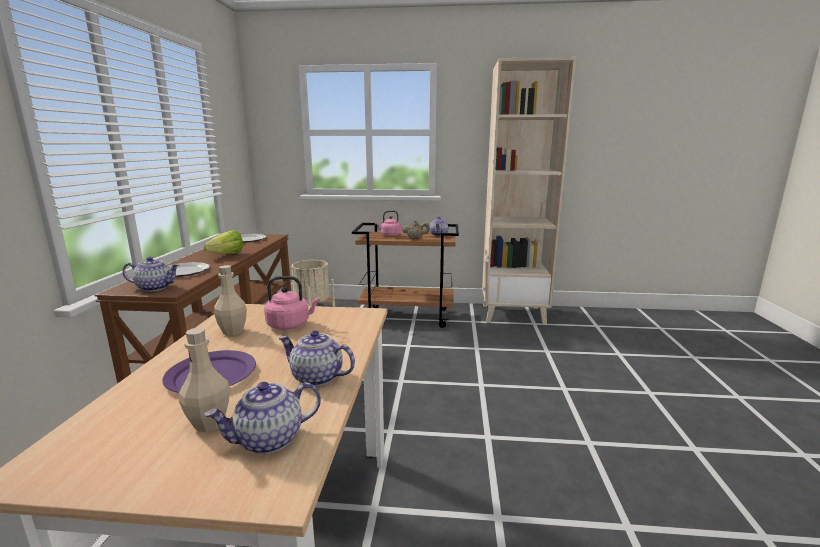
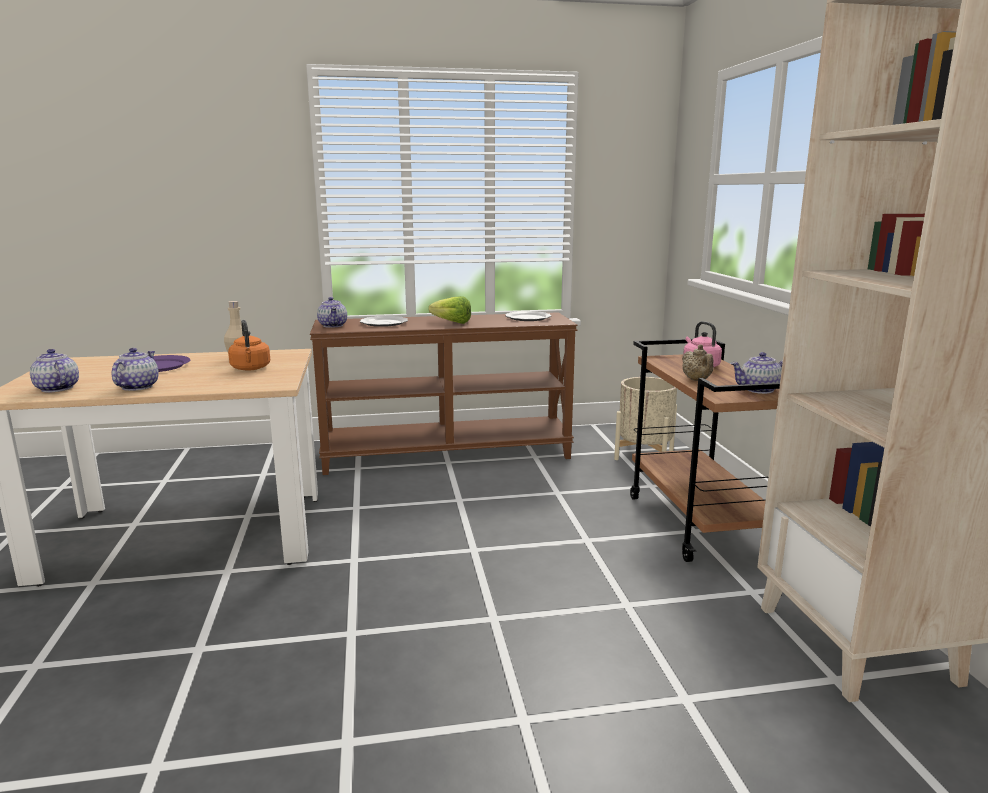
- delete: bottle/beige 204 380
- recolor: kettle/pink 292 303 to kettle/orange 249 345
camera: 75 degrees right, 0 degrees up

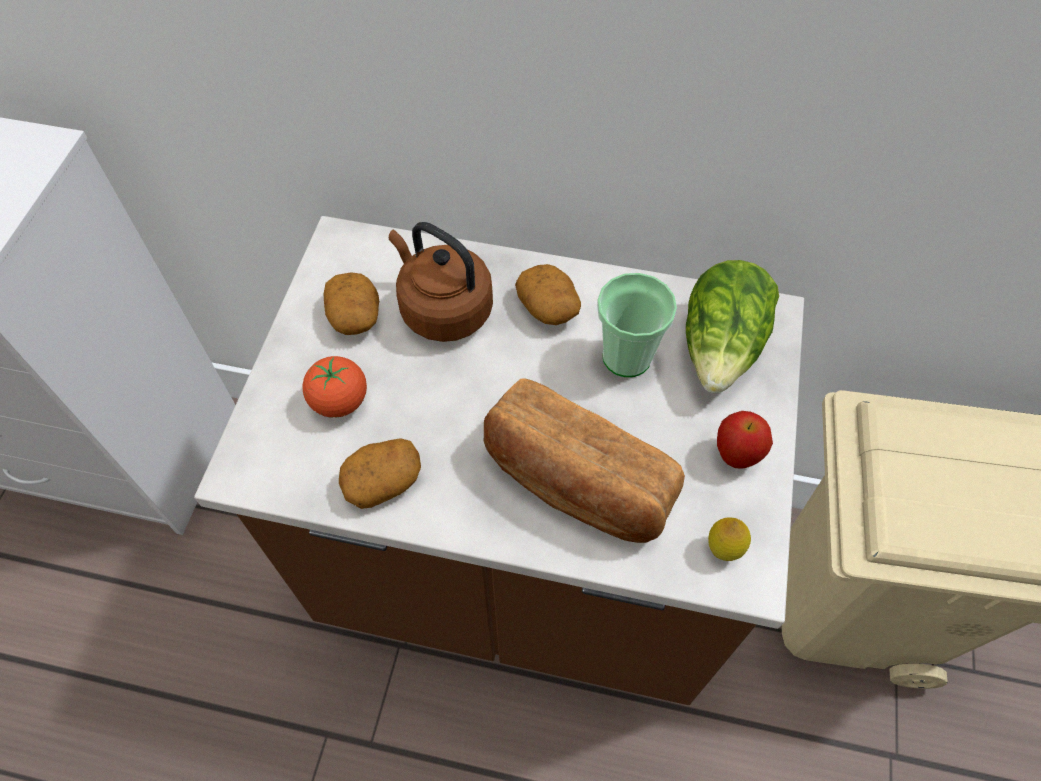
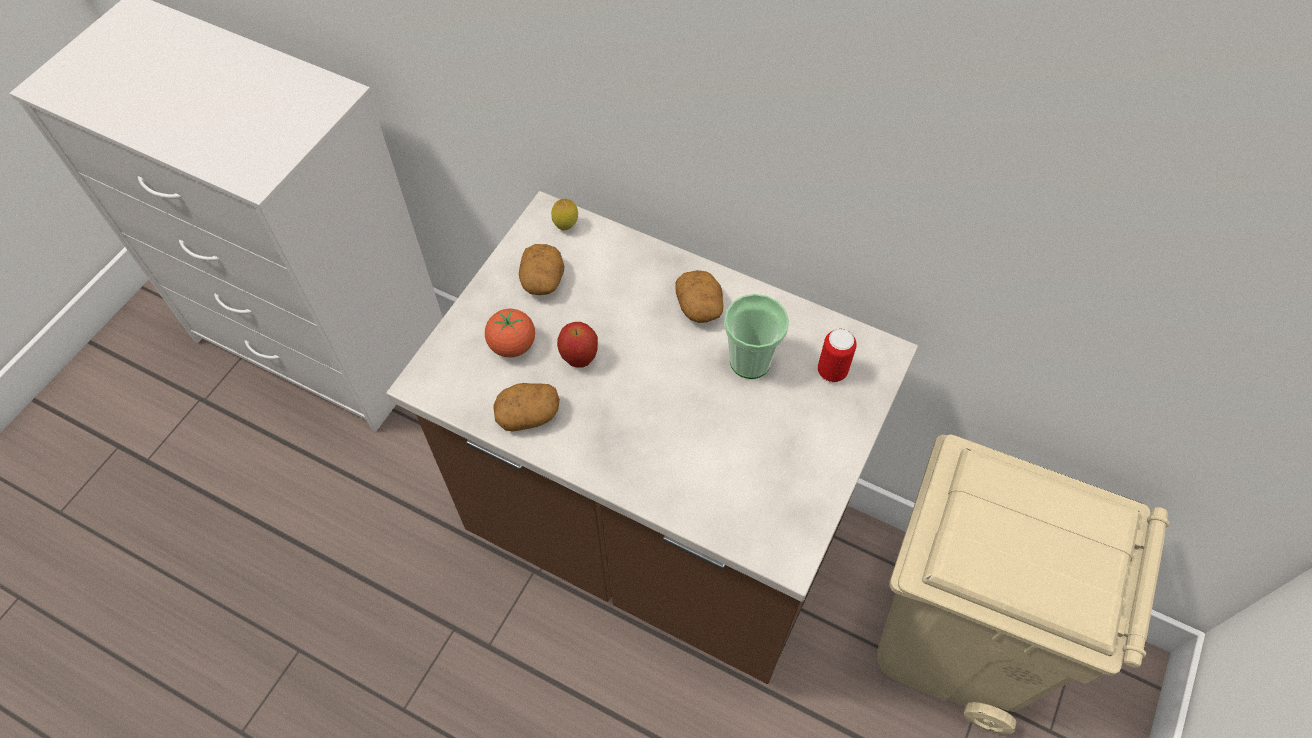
- delete: kettle/brown 441 282
- delete: bread 584 460
- replace: lettuce 732 327 to can 837 355
- move: lemon 729 539 to 564 214
- move: apple 745 440 to 577 345
camera: 15 degrees right, 0 degrees up

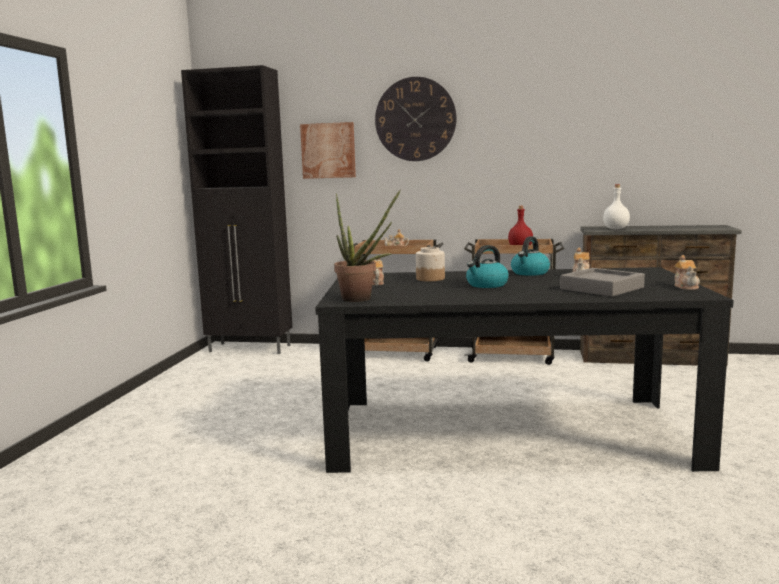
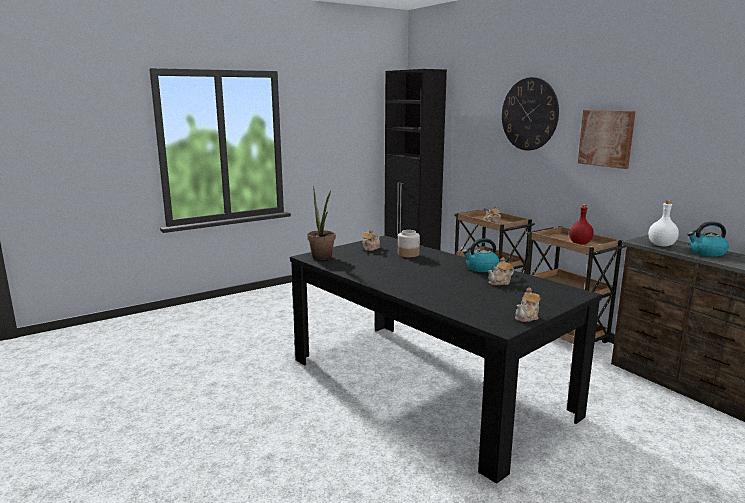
- move: picture 328 150 to 607 139
- move: kettle 487 266 to 708 239
- delete: tray/grey 602 282
camera: 45 degrees right, 5 degrees up

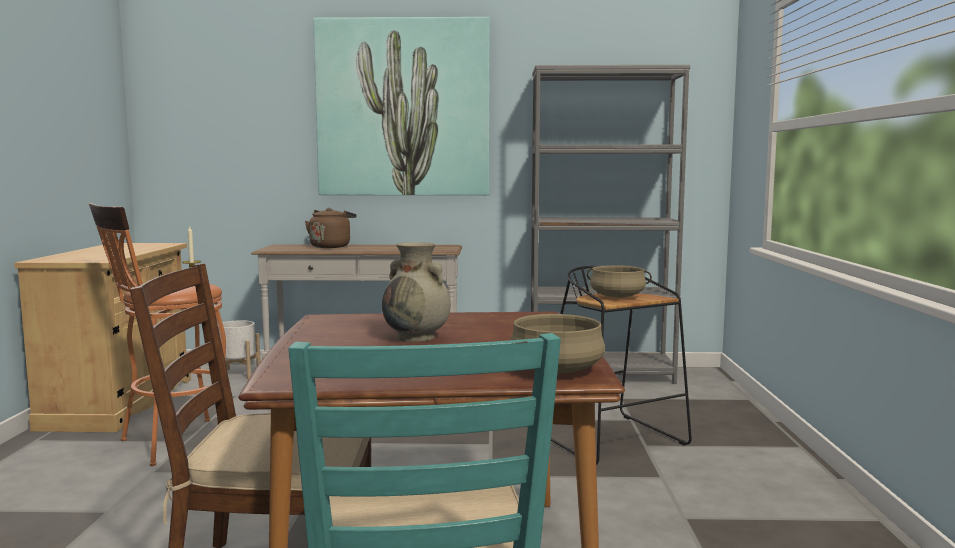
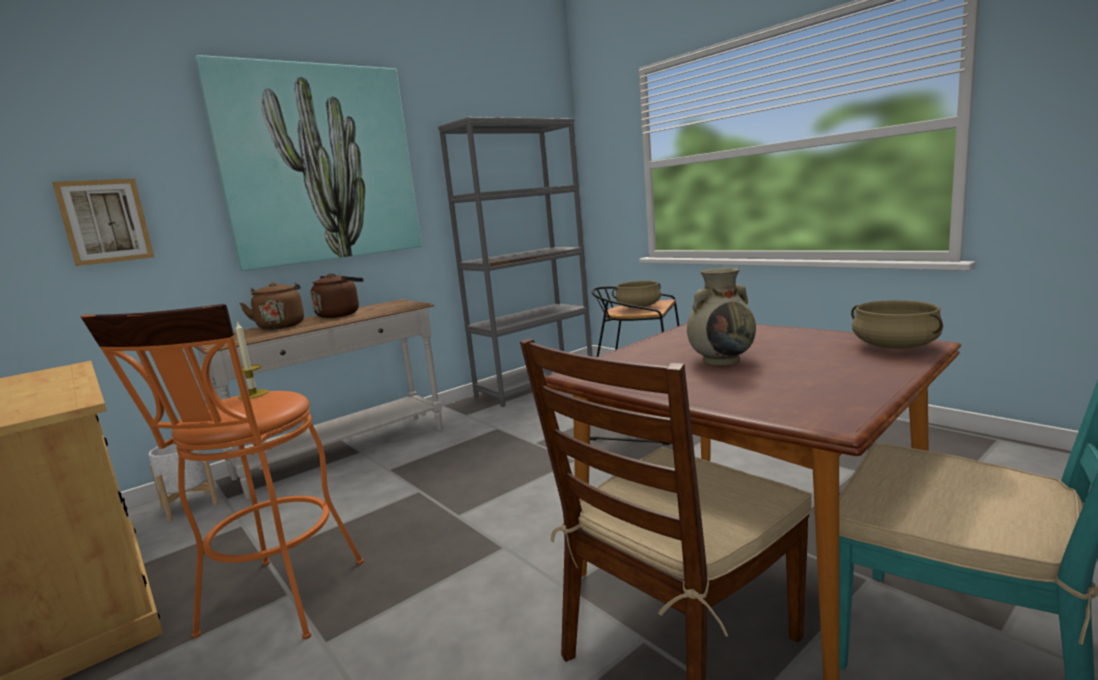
- insert: picture 103 222
- insert: kettle/brown 337 295
camera: 40 degrees left, 5 degrees up

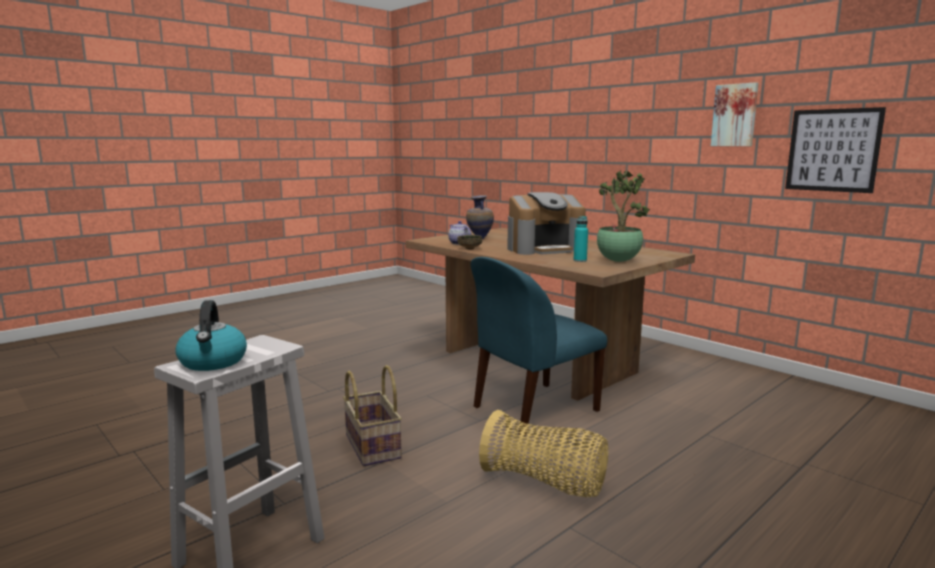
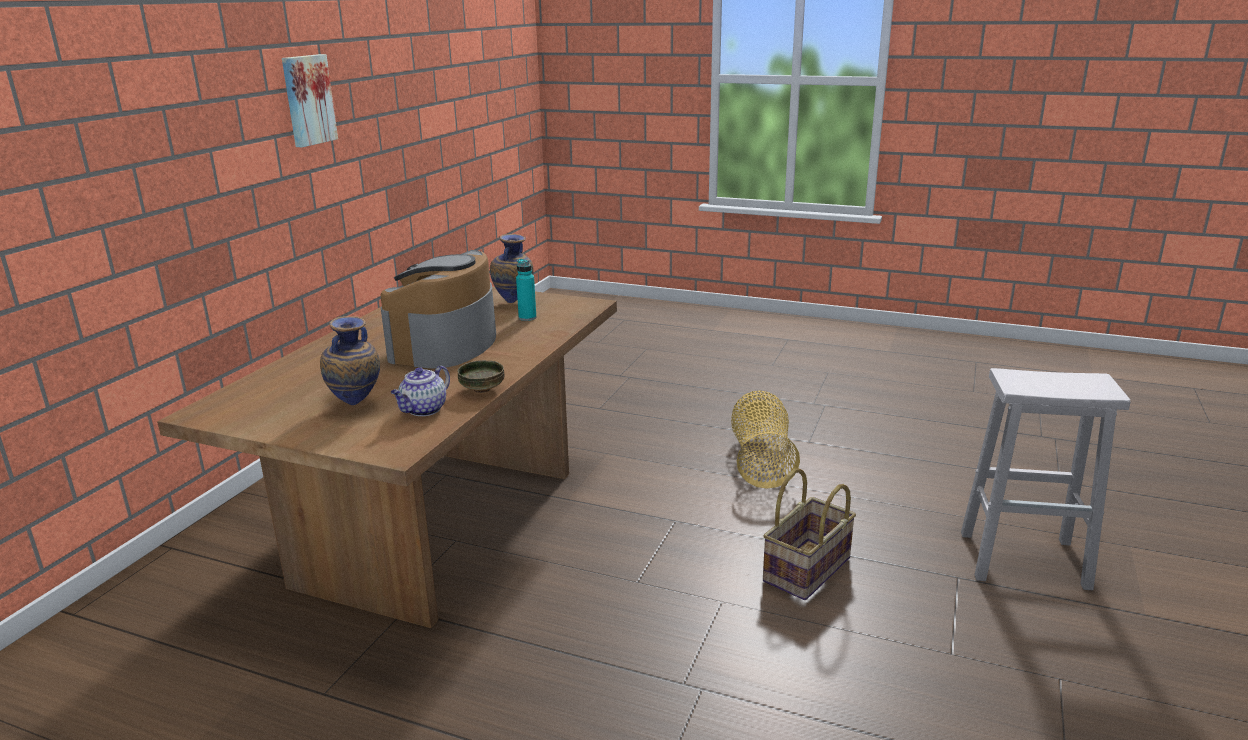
- delete: kettle 211 335
- delete: chair/blue 539 346
- rotate: coffee machine 546 223 = 438 309 120 degrees counterclockwise
- replace: potted plant 623 216 to vase 511 268
- delete: picture 835 150
camera: 115 degrees left, 10 degrees up

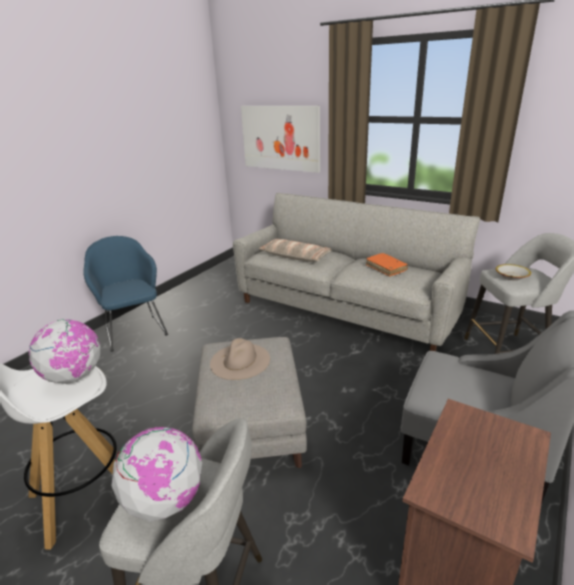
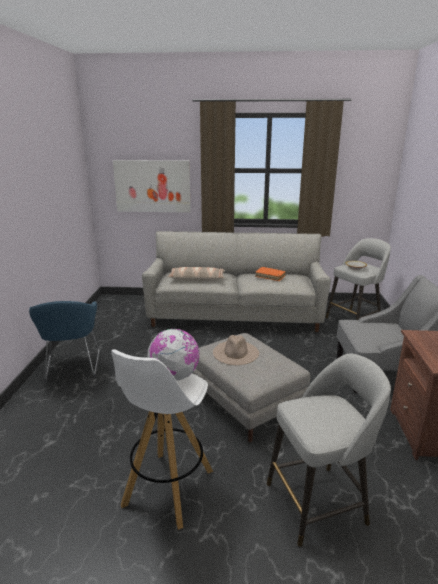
- rotate: armchair/blue 125 294 = 64 341 135 degrees counterclockwise
- delete: globe 157 474
camera: 30 degrees left, 5 degrees down

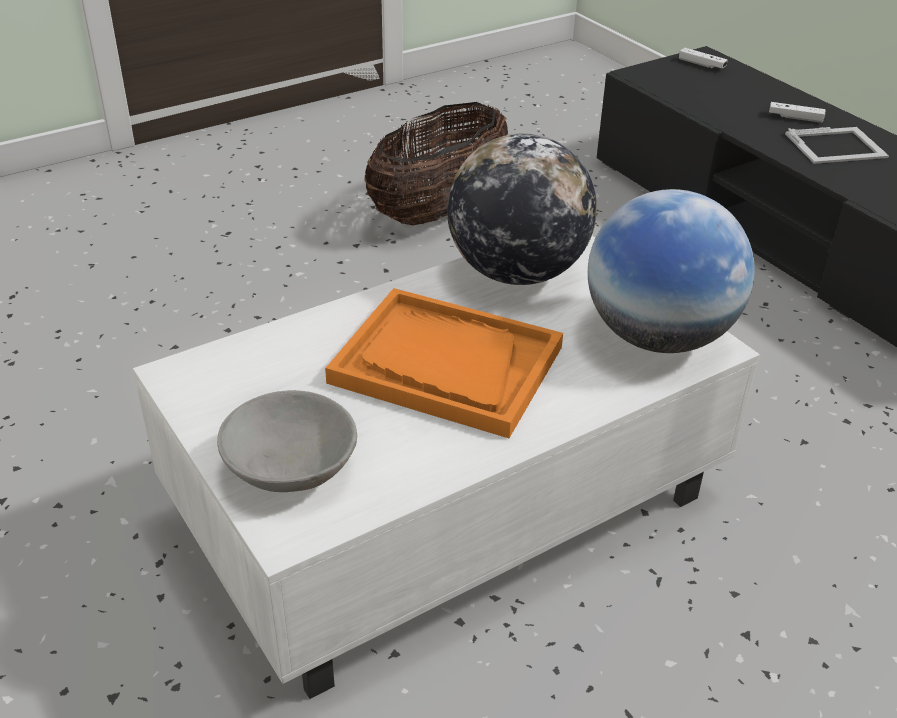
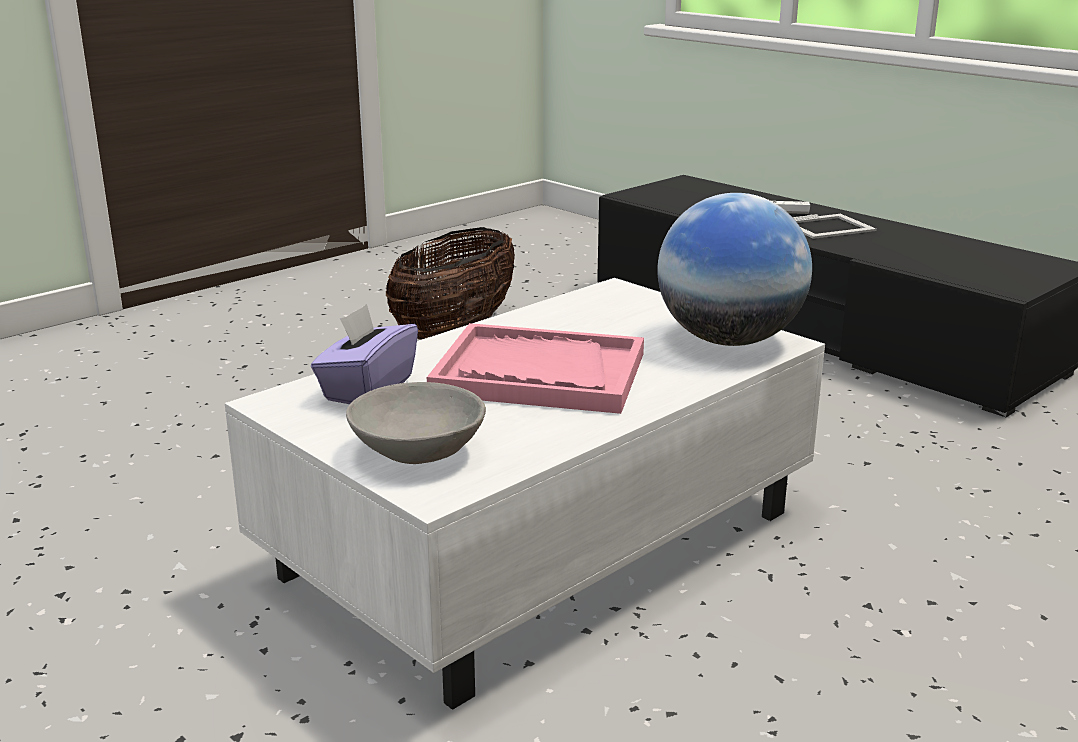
- recolor: tray/orange 444 363 to tray/pink 535 368
- delete: globe 522 209
- delete: game controller/white 703 58
- insert: tissue box/purple 364 354
camera: 10 degrees left, 15 degrees down

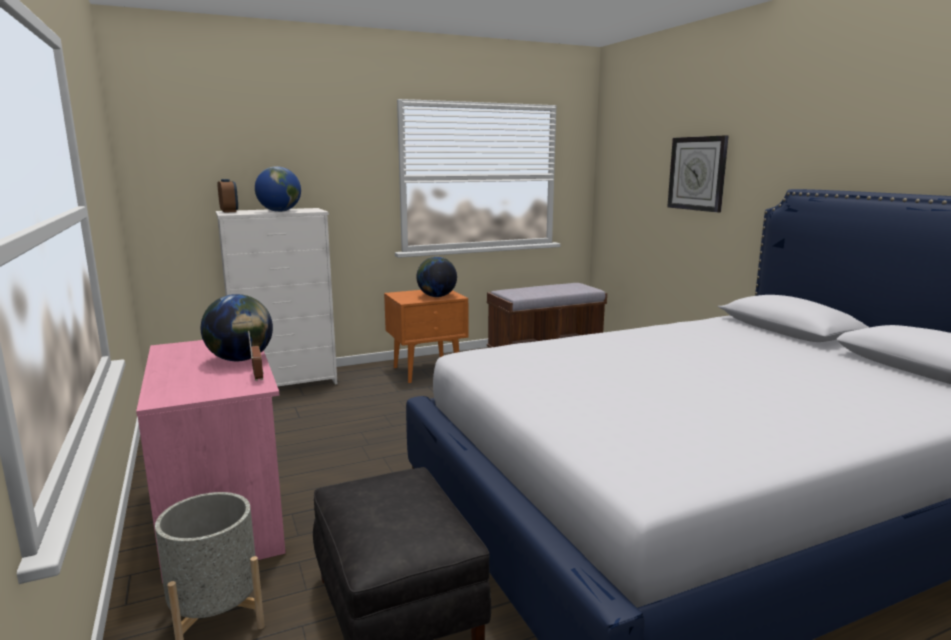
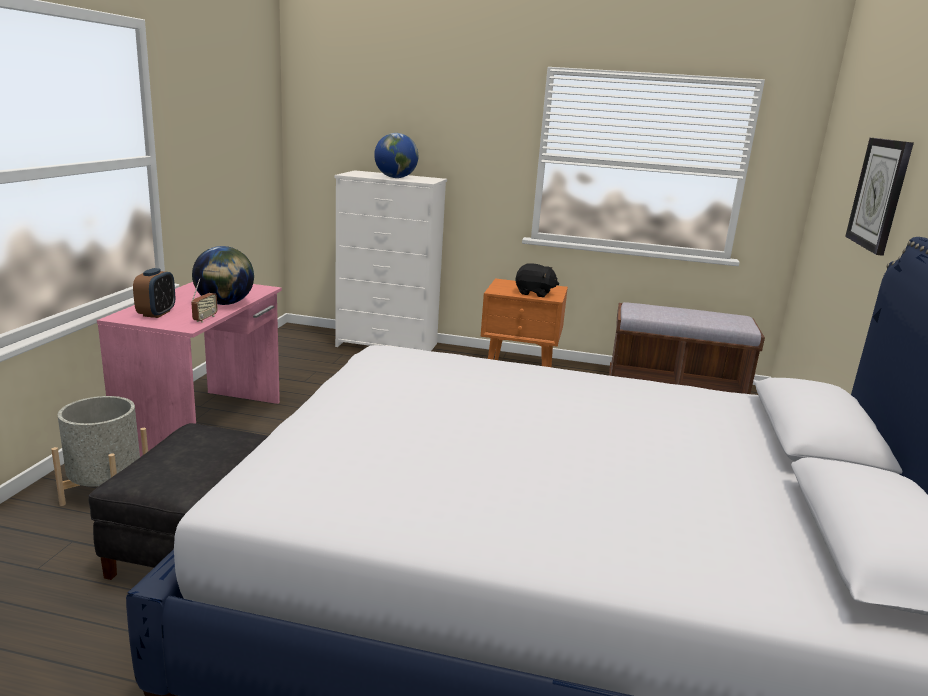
- move: alarm clock 228 196 to 154 293
- replace: globe 436 277 to plush toy/black 537 280
camera: 35 degrees right, 5 degrees up

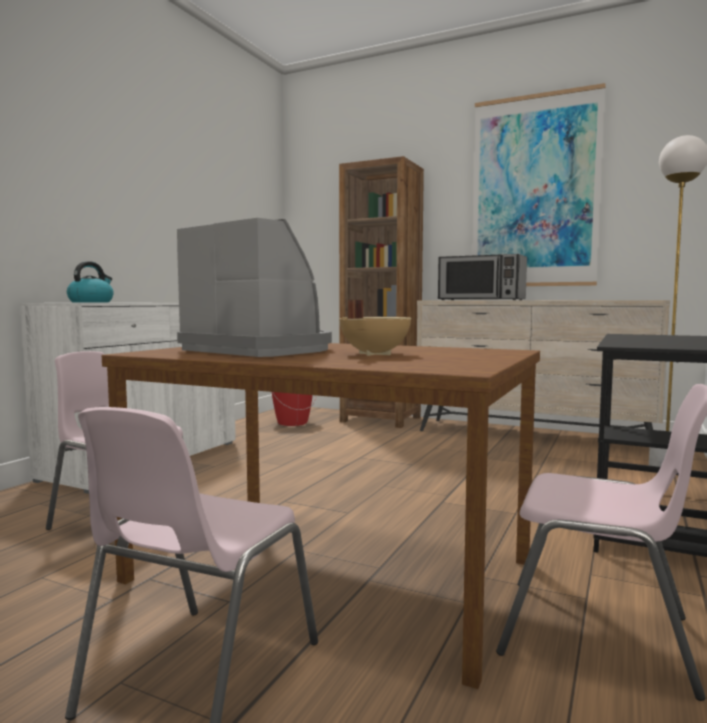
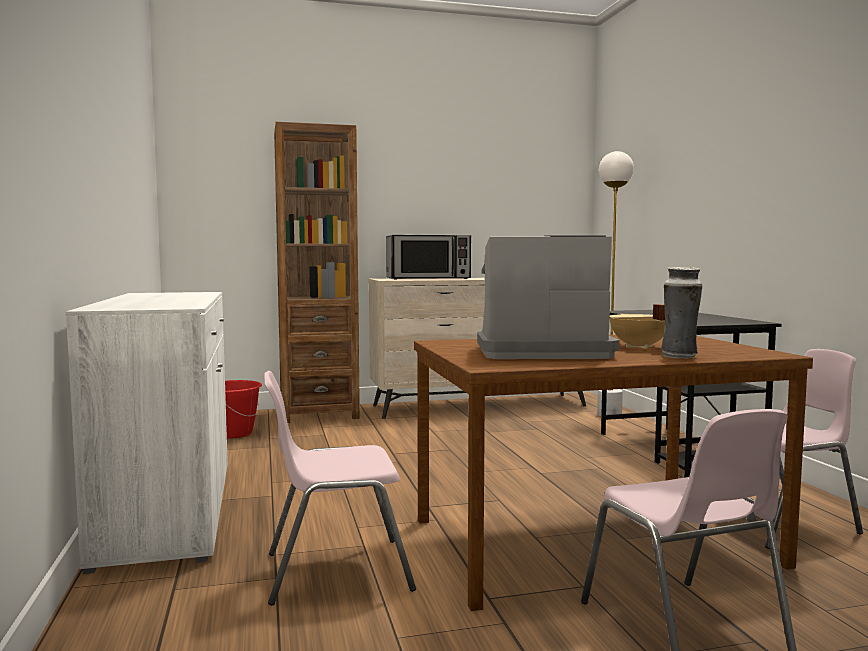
- delete: kettle 90 281
- delete: picture 538 184
- insert: vase 681 313
camera: 40 degrees left, 0 degrees up

